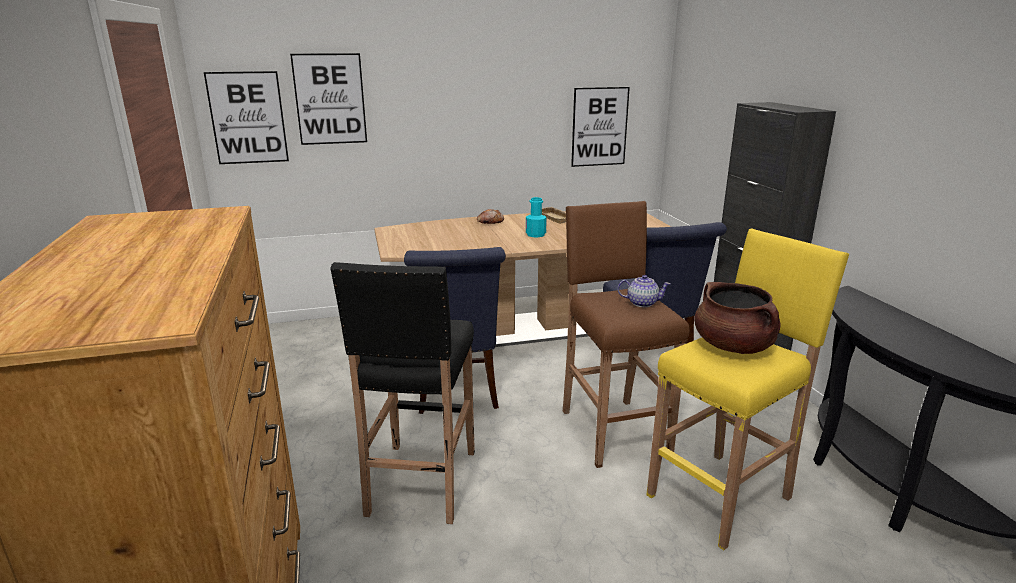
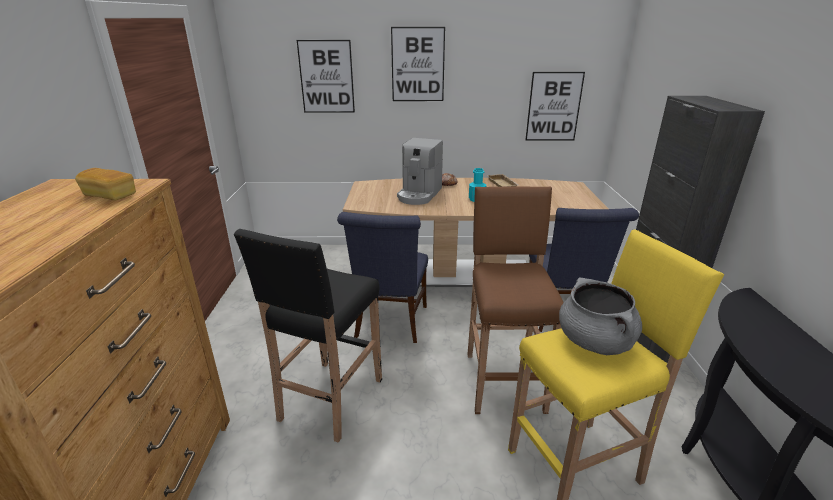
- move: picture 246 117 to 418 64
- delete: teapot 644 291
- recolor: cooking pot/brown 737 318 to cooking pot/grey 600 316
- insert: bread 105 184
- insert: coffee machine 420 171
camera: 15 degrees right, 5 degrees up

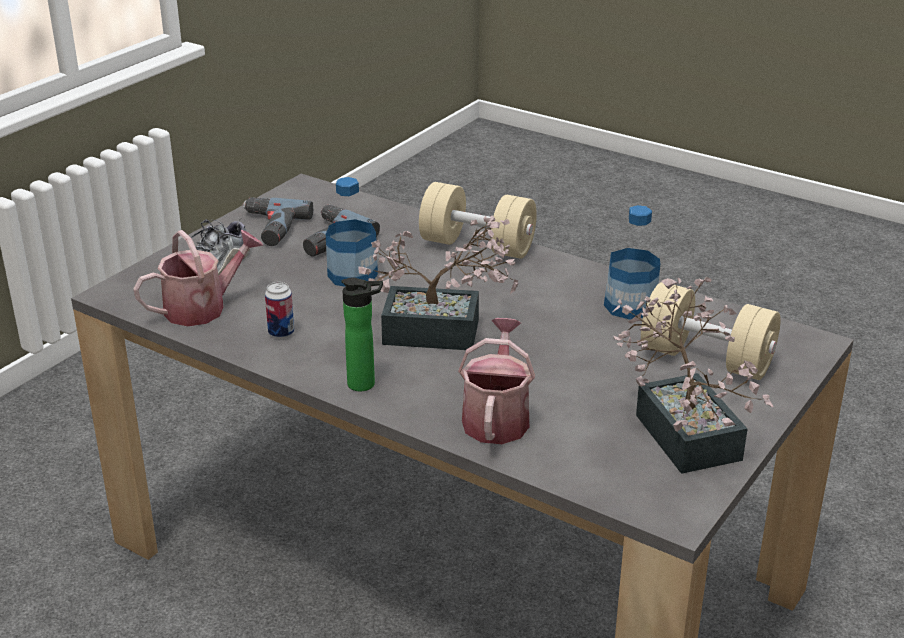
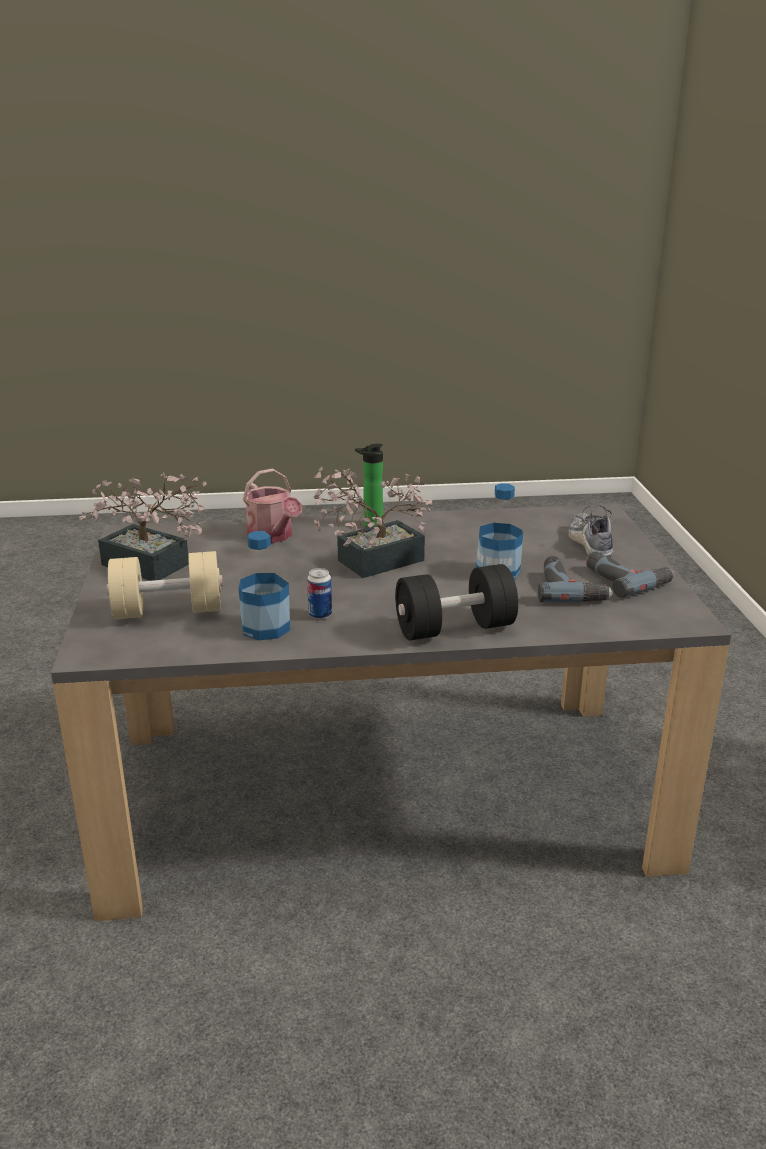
- delete: watering can 198 278
- move: can 279 310 to 319 594
- recolor: dumbbell/beige 478 220 to dumbbell/black 456 602
camera: 140 degrees right, 5 degrees down

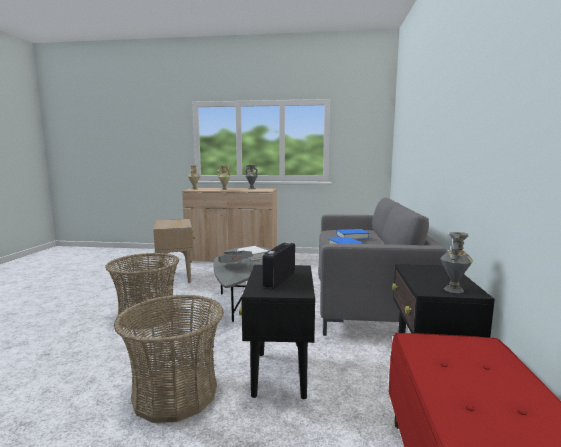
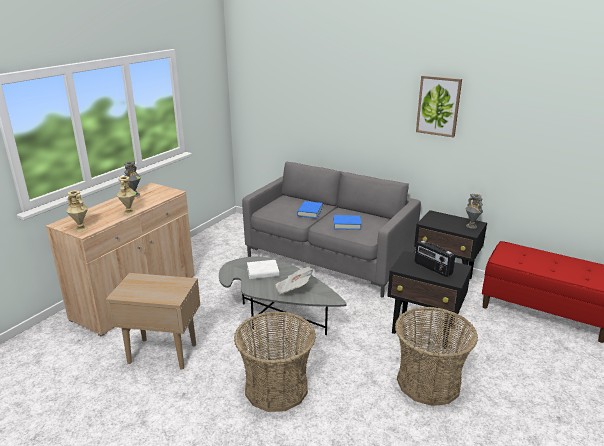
- insert: picture 439 106
camera: 65 degrees left, 15 degrees up

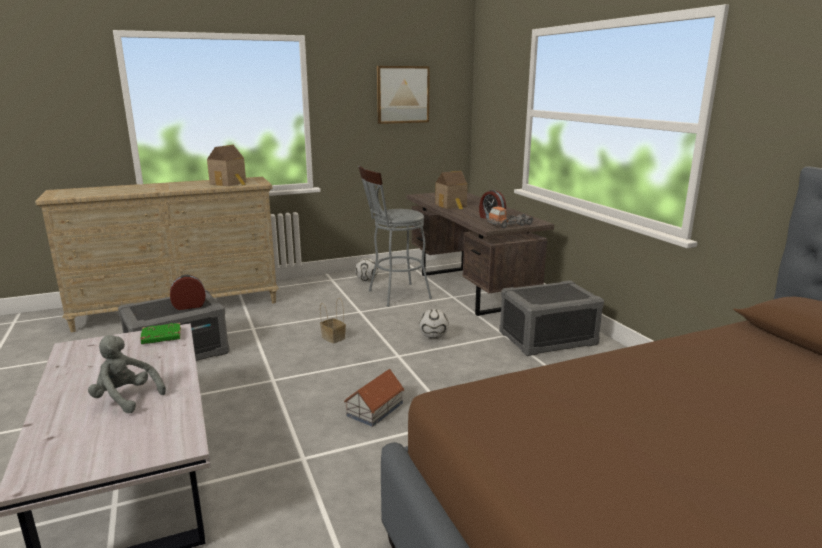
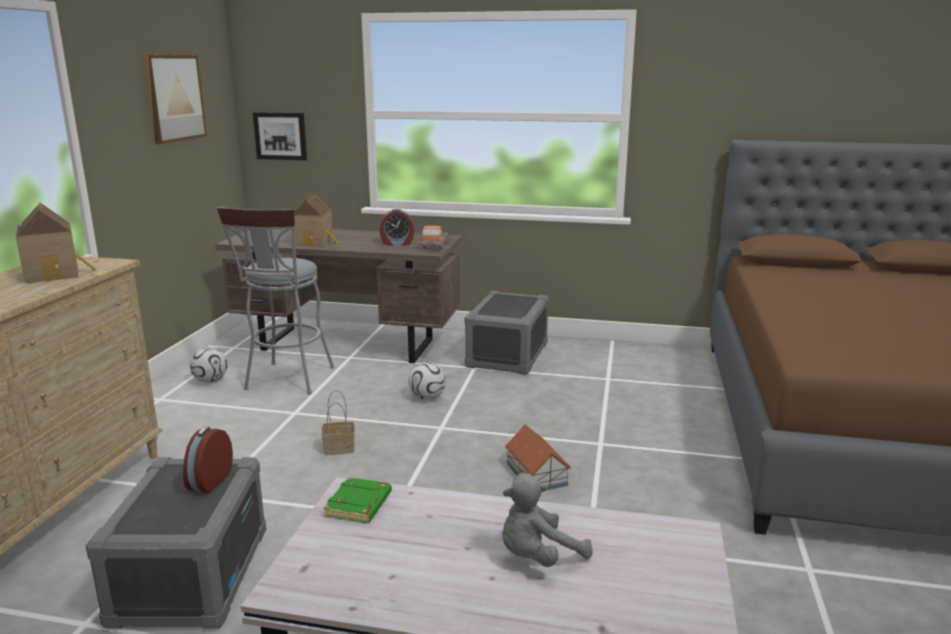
- insert: picture 280 136
camera: 55 degrees left, 0 degrees up

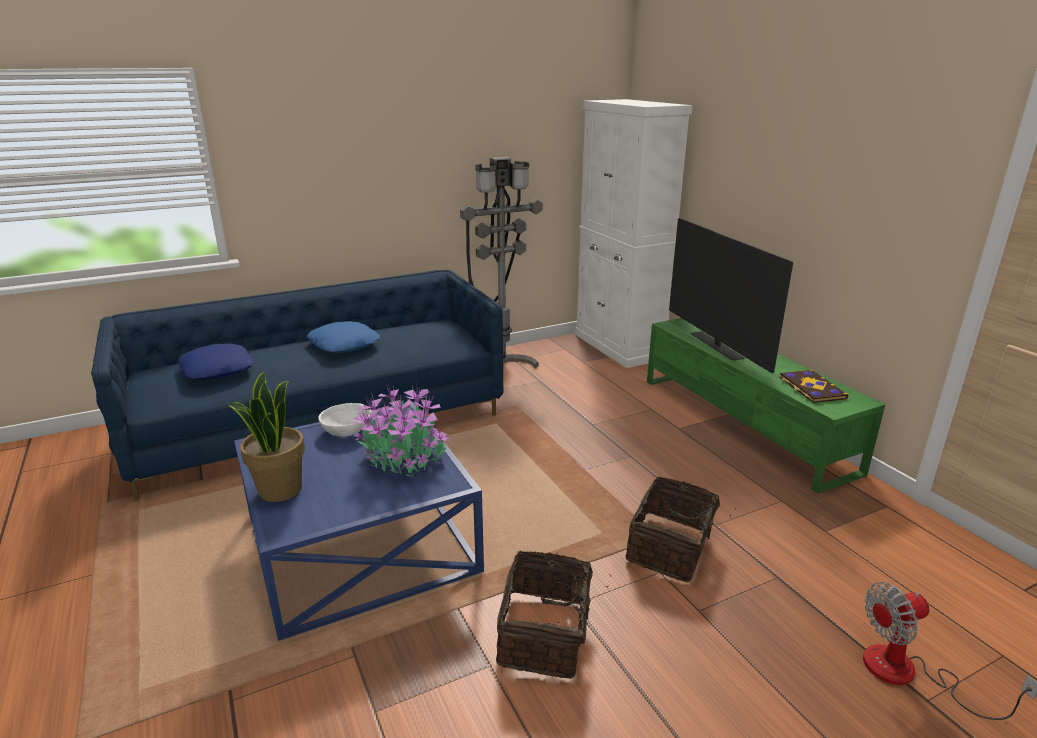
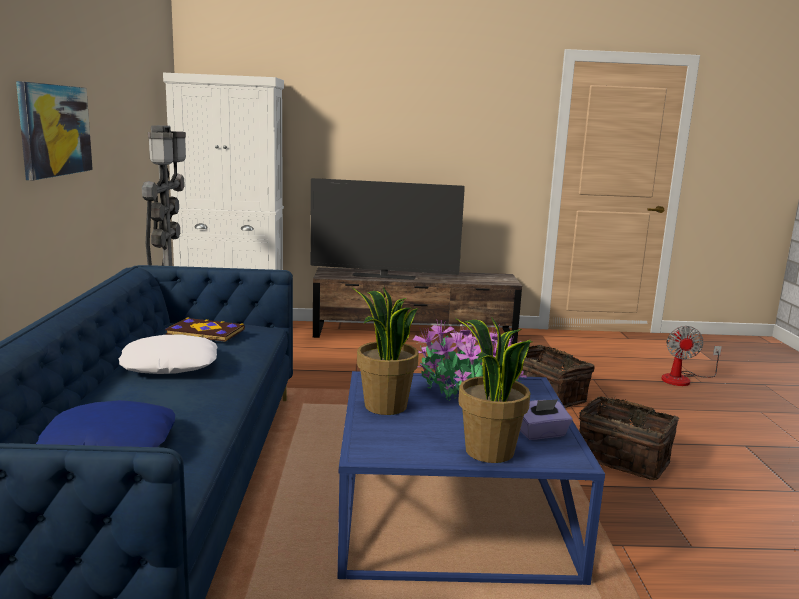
- recolor: pillow/blue 343 337 to pillow/white 168 354
- replace: bowl/white 345 420 to potted plant 386 351
- recolor: tv stand/green 766 406 to tv stand/brown 417 305
- move: book 814 386 to 205 330
- insert: picture 54 130
- insert: tissue box/purple 546 419
camera: 65 degrees left, 10 degrees down

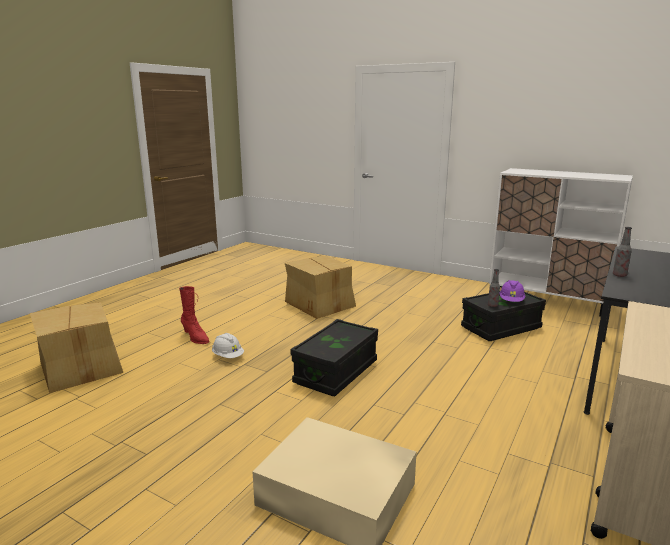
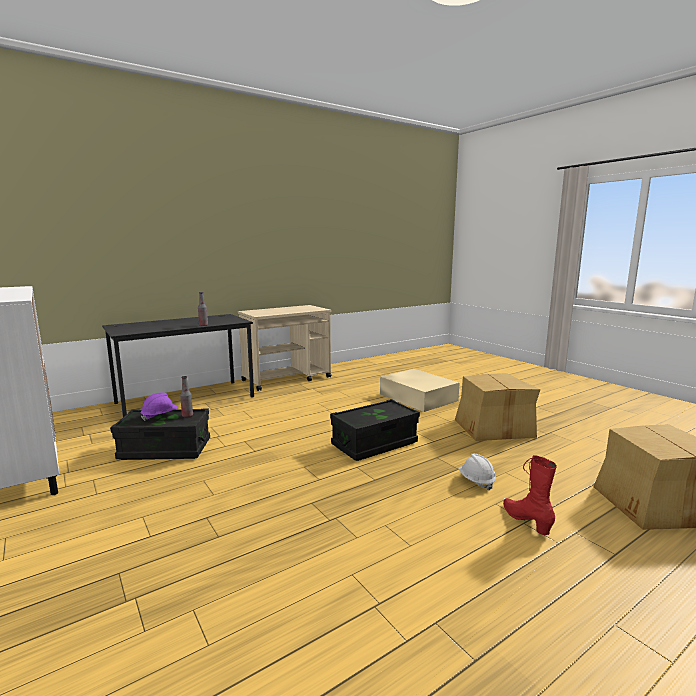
- move: cardboard box 320 287 to 497 407
camera: 155 degrees left, 5 degrees down

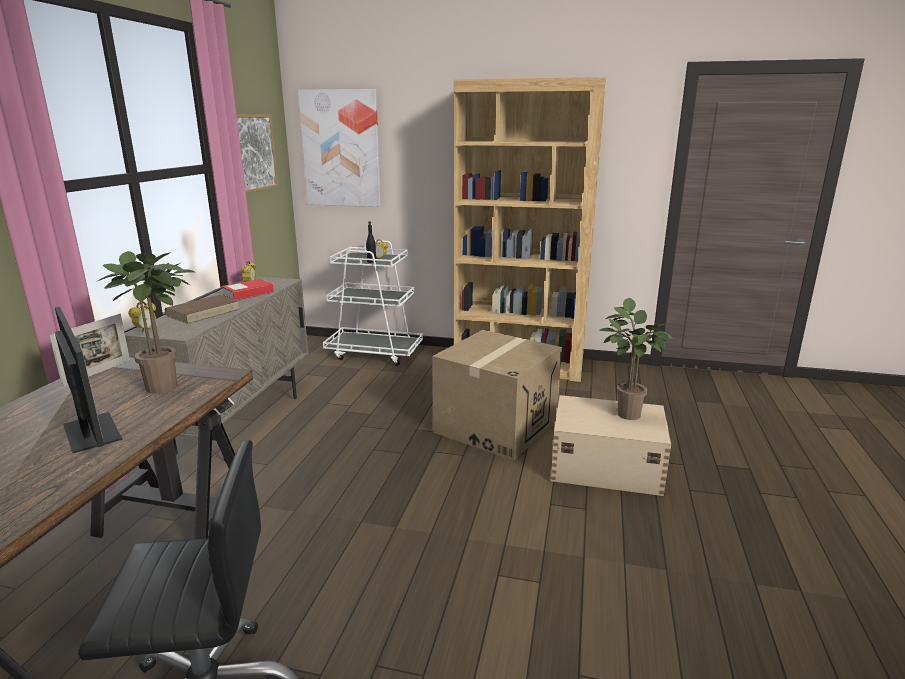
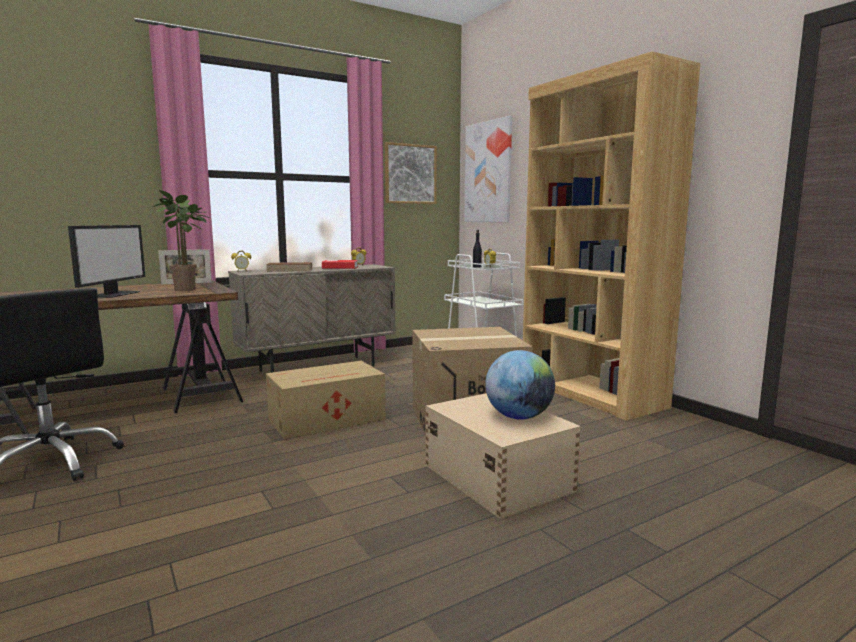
- replace: potted plant 636 359 to globe 520 385
- insert: cardboard box 326 400
camera: 45 degrees right, 10 degrees down

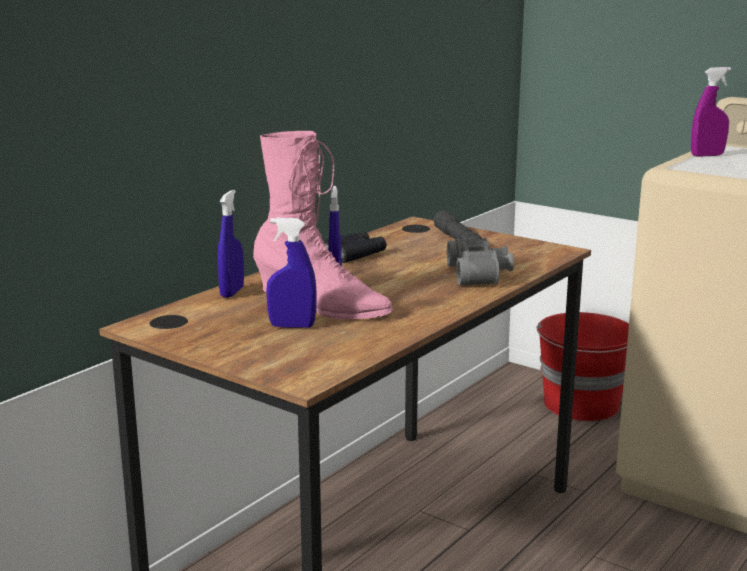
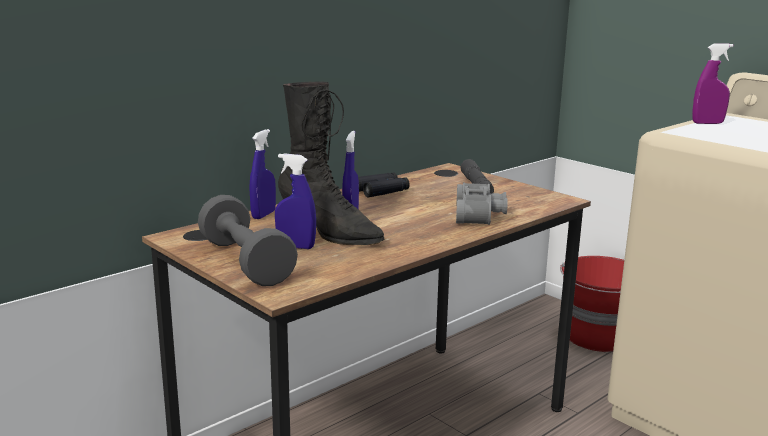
- recolor: boot/pink 323 225 to boot/black 331 163
- insert: dumbbell/grey 248 240
camera: 10 degrees right, 0 degrees up

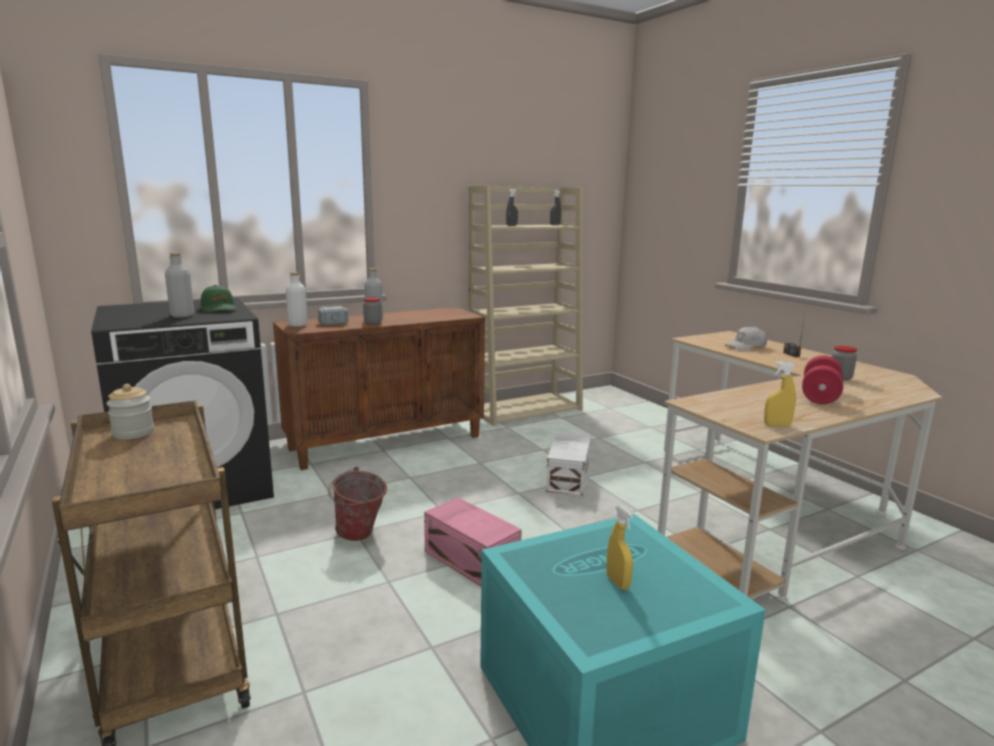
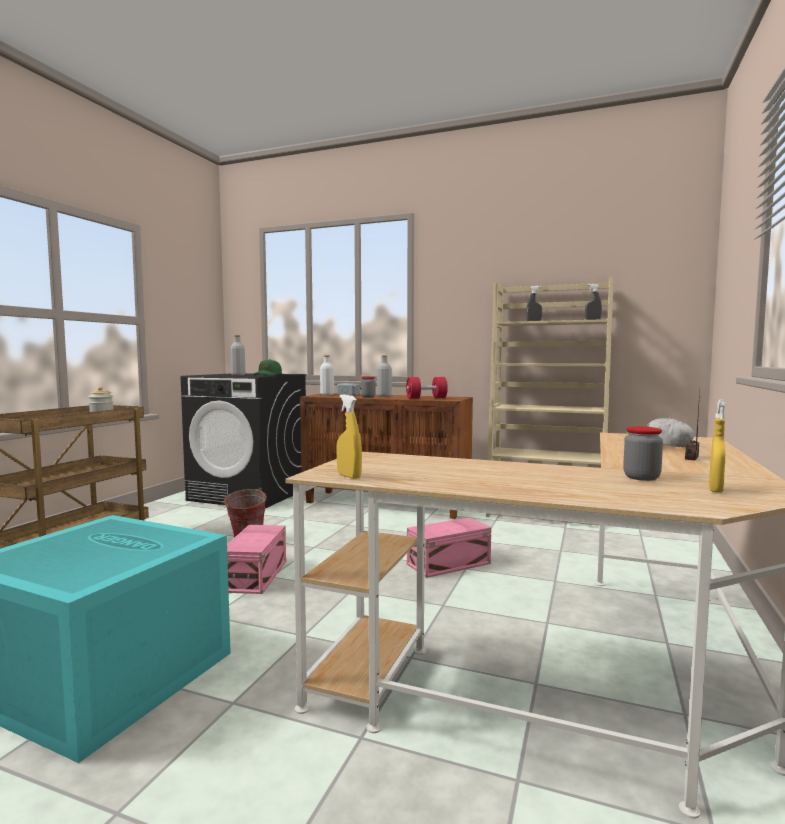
- recolor: storage box/white 568 464 to storage box/pink 449 548
- move: spray bottle/yellow 619 547 to 717 446
- move: dumbbell/red 822 379 to 427 388
camera: 50 degrees right, 10 degrees down

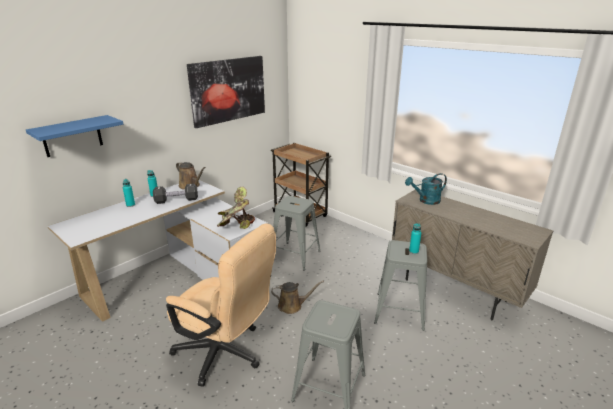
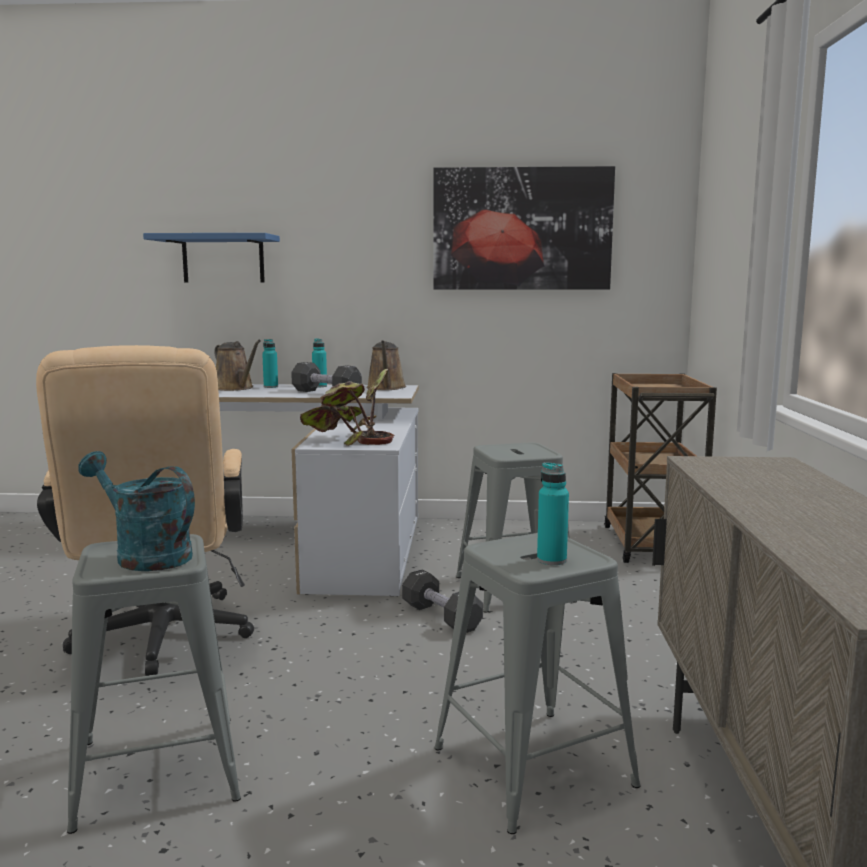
- move: watering can/brown 297 297 to 237 365
- move: watering can/turquoise 426 189 to 136 511
- insert: dumbbell/black 442 601
camera: 50 degrees right, 15 degrees down

